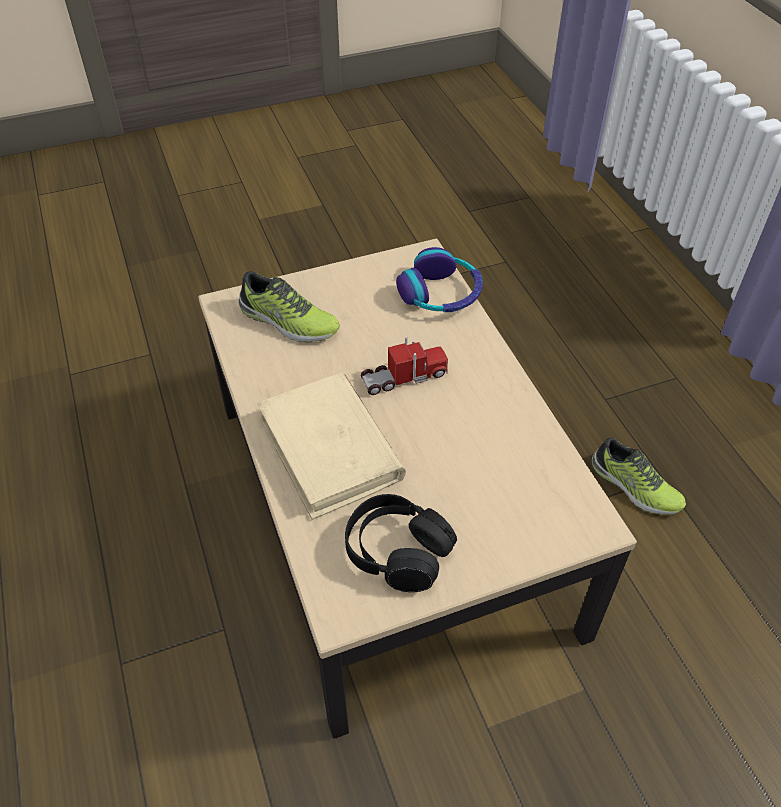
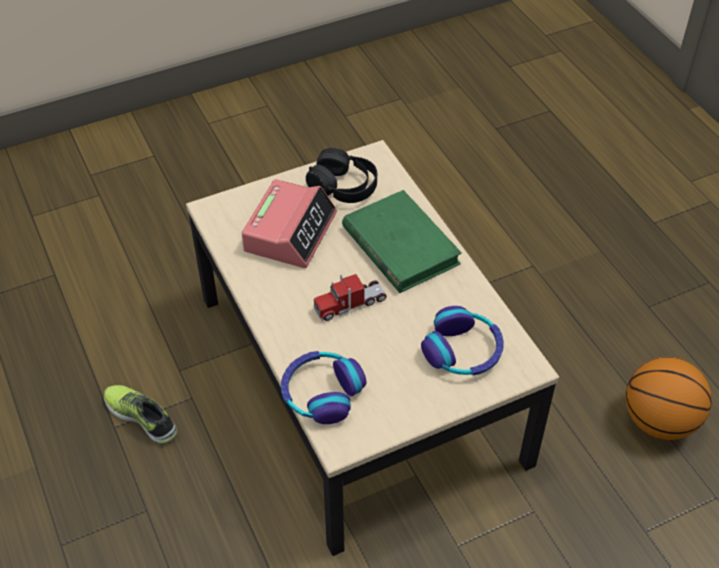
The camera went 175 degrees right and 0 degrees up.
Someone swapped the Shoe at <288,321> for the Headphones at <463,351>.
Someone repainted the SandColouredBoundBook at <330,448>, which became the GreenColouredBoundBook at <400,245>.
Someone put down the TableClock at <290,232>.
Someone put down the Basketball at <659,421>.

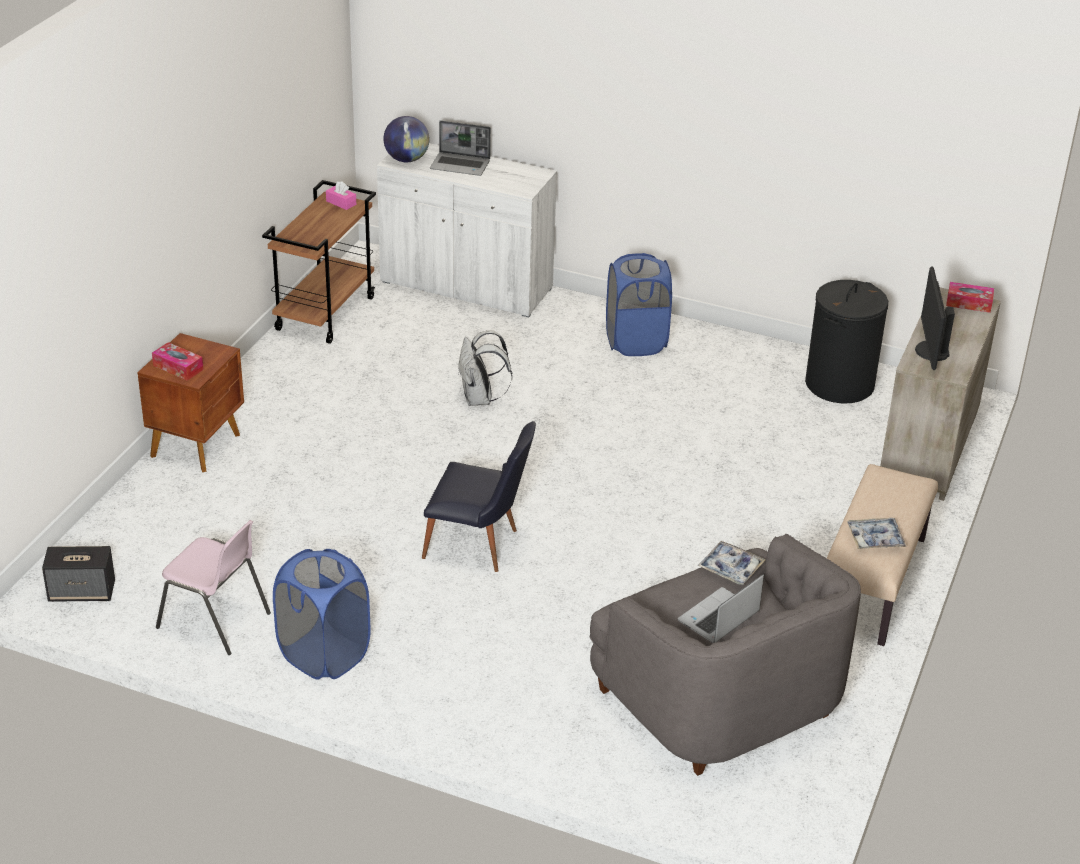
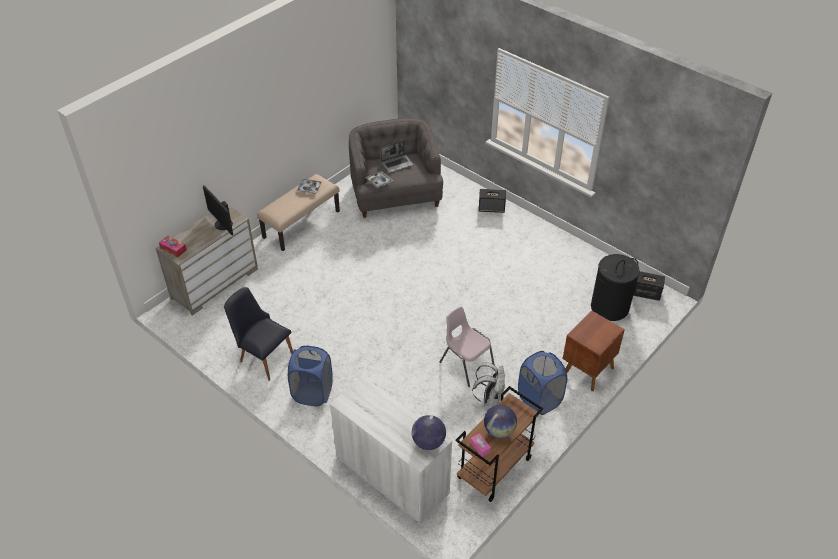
The camera went 160 degrees left and 10 degrees up.
Someone took away the Laptop at <461,165>.
Someone rotated the ComputerDisplay at <930,351> by 120 degrees clockwise.
Someone carried the BlackishWashingBasket from <839,384> to <609,307>.
Someone carried the WhiteColouredRucksack from <480,399> to <490,398>.
Someone took away the BoxOfTissues at <178,367>.
Someone carried the BlackishPlainChair from <479,546> to <263,356>.
Someone carried the PinkColouredPlainChair from <215,621> to <466,364>.
Someone carried the BlueWashingBasket from <324,655> to <539,399>.
Someone put down the Speaker at <491,208>.
Someone put down the WorldGlobe at <499,430>.

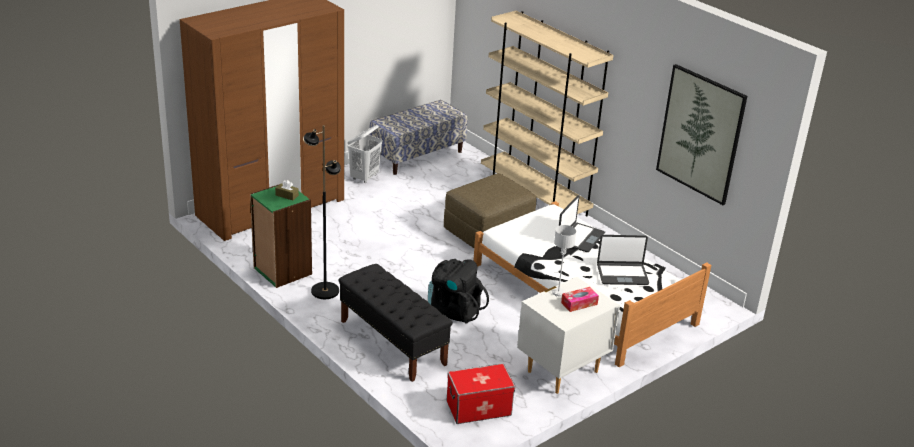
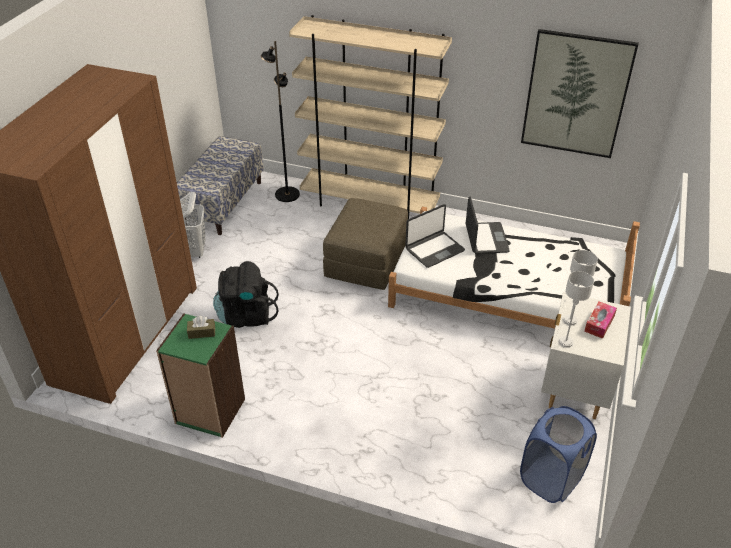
The camera went 30 degrees left and 10 degrees up.
Someone carried the BlackishFloorLamp from <324,291> to <286,195>.
Someone carried the Laptop from <622,274> to <434,249>.
Someone carried the BlackishRucksack from <454,310> to <246,316>.
Someone took away the BlackishLongSeat at <392,342>.
Someone swapped the StorageContainer at <478,408> for the BlueWashingBasket at <551,479>.
Someone put down the GrayLampForATable at <565,342>.

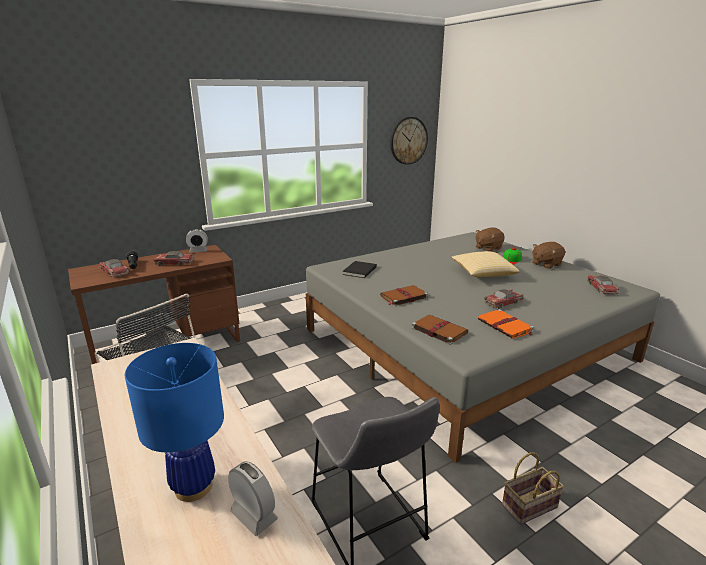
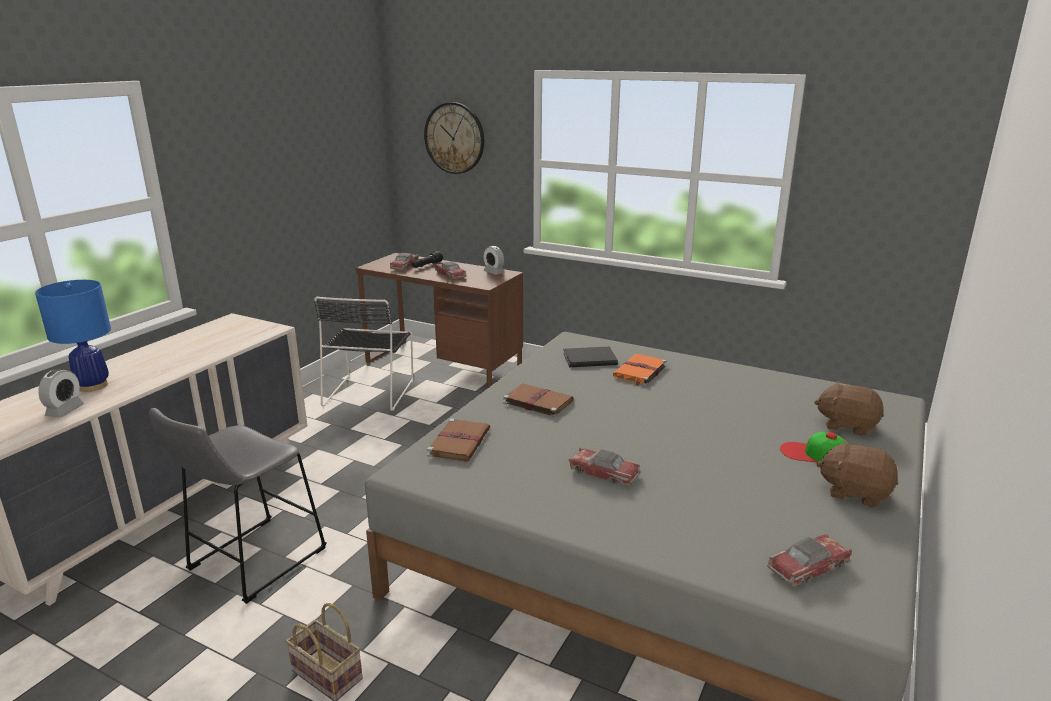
The camera went 60 degrees right and 0 degrees up.
Someone carried the HangingClock from <408,140> to <454,138>.
Someone took away the ThrowPillow at <482,274>.
Someone carried the OrangeyBoundBook from <505,326> to <639,372>.

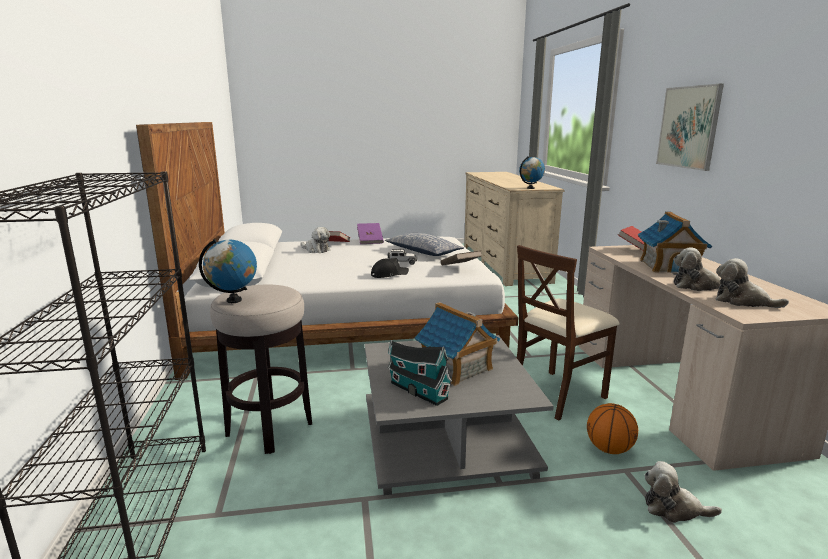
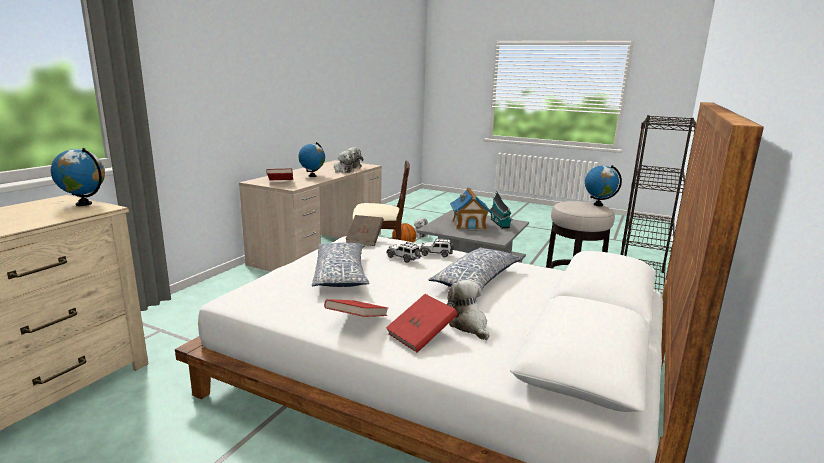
The camera went 145 degrees left and 0 degrees up.
Someone took away the Picture at <688,127>.
Someone swapped the ModelHouse at <669,266> for the WorldGlobe at <312,176>.
Someone repainted the PurpleColouredBoundBook at <370,241>, which became the RedColouredBoundBook at <357,321>.
Someone swapped the BlackishPeakedCap at <389,274> for the MiniatureCar at <436,254>.
Someone put down the ThrowPillow at <478,280>.

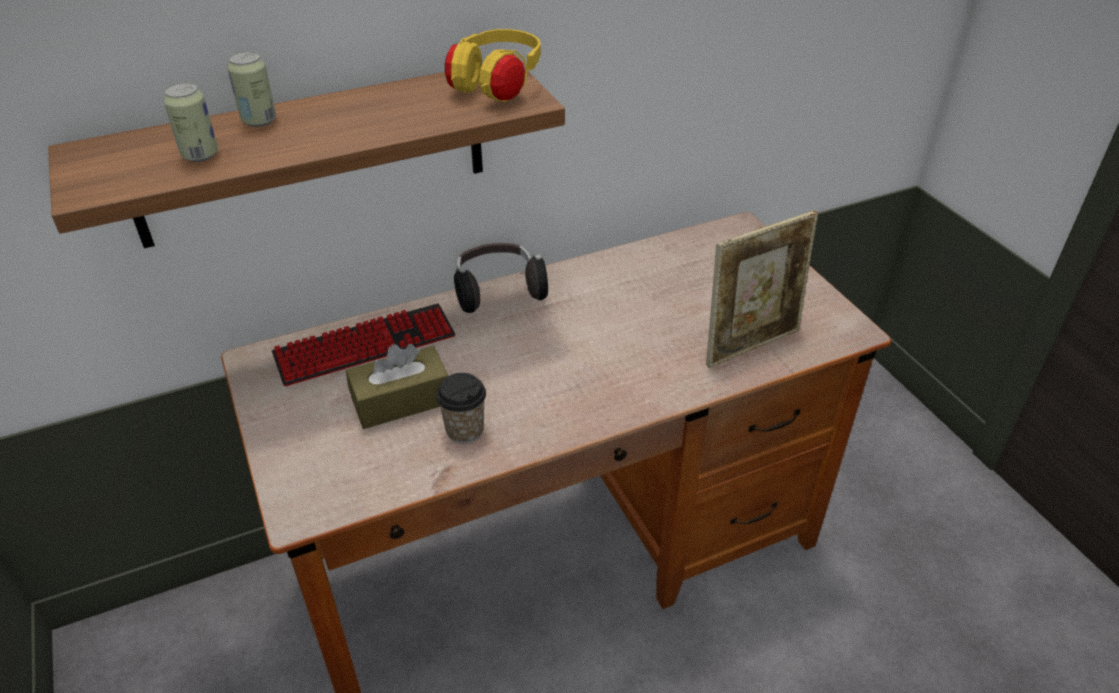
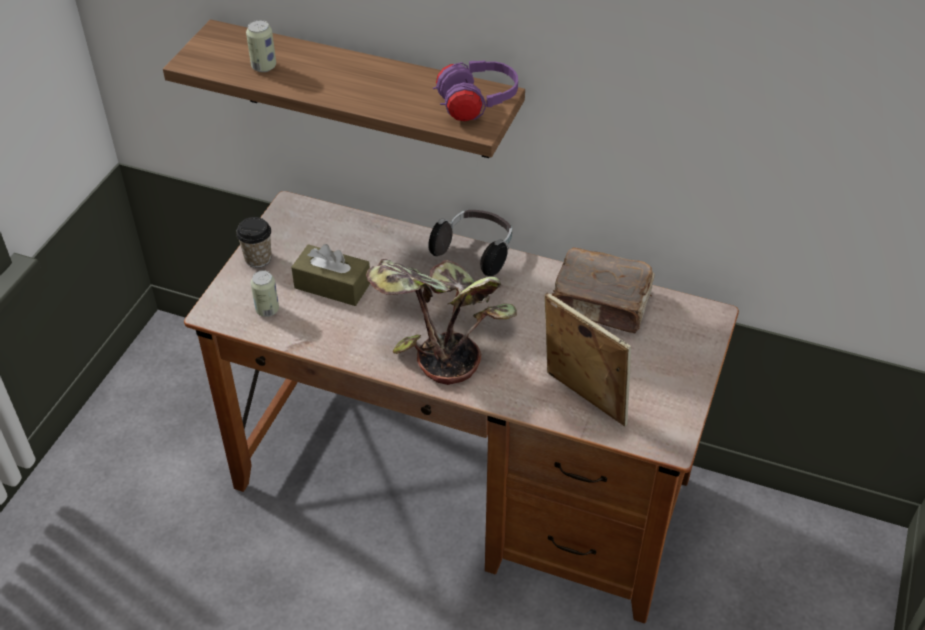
The camera went 45 degrees right and 5 degrees up.
Someone repainted the YellowishHeadphones at <496,87>, which became the PurpleColouredHeadphones at <476,106>.
Someone carried the SealedCan from <259,121> to <267,310>.
Someone rotated the StandingFrame at <751,345> by 150 degrees counterclockwise.
Someone took away the PcKeyboard at <365,346>.
Someone carried the DrinkingCup from <464,430> to <258,258>.
Someone put down the BrownBoundBook at <602,303>.
Someone put down the PlantInAPot at <437,333>.

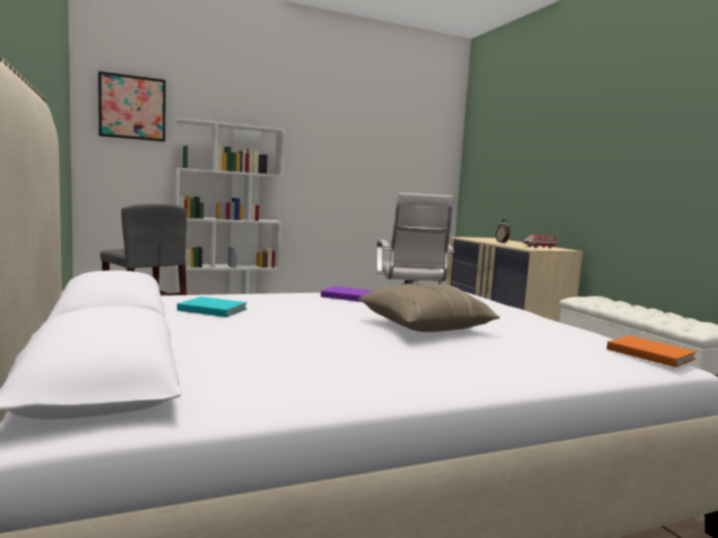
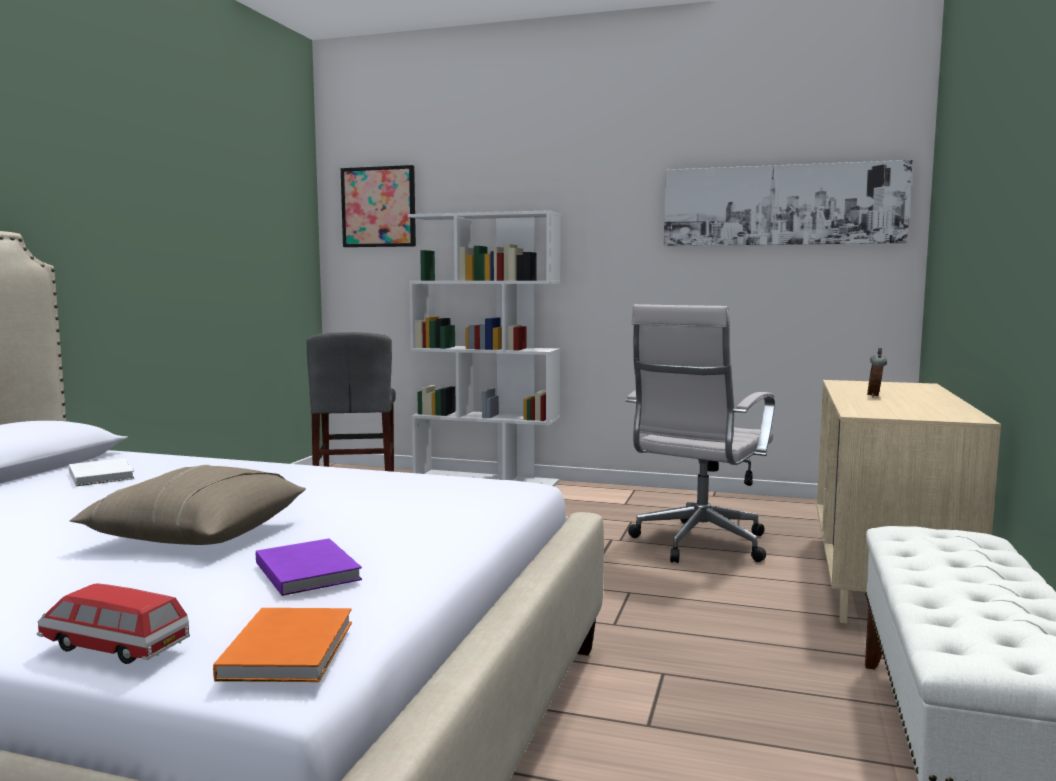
The camera went 40 degrees right and 0 degrees up.
Someone carried the MiniatureCar from <539,247> to <115,646>.
Someone carried the PurpleColouredBoundBook from <347,296> to <308,570>.
Someone repainted the BlueGreenBoundBook at <211,309>, which became the WhiteColouredBoundBook at <102,475>.
Someone put up the Picture at <782,205>.

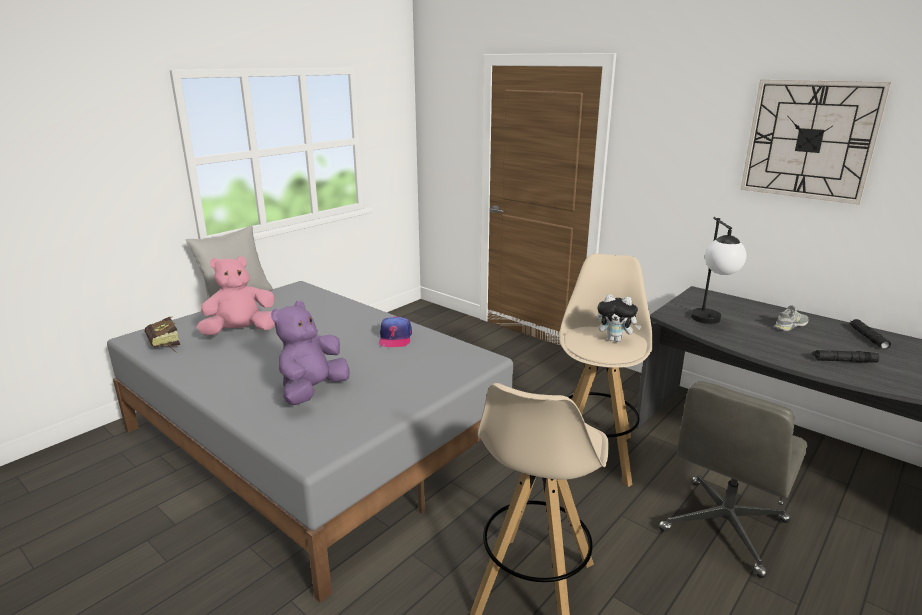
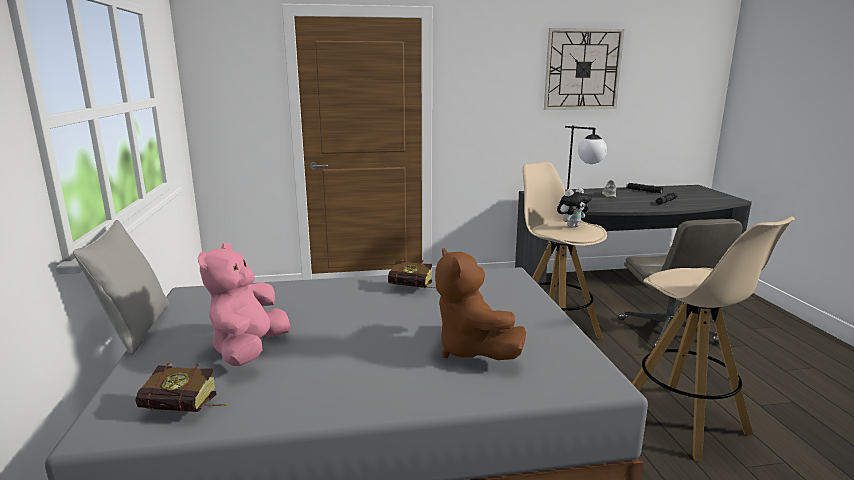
The camera went 50 degrees left and 5 degrees down.
Someone repainted the PurpleColouredCuddlyToy at <312,391>, which became the BrownCuddlyToy at <472,350>.
Someone swapped the PeakedCap at <395,338> for the BoundBook at <415,288>.

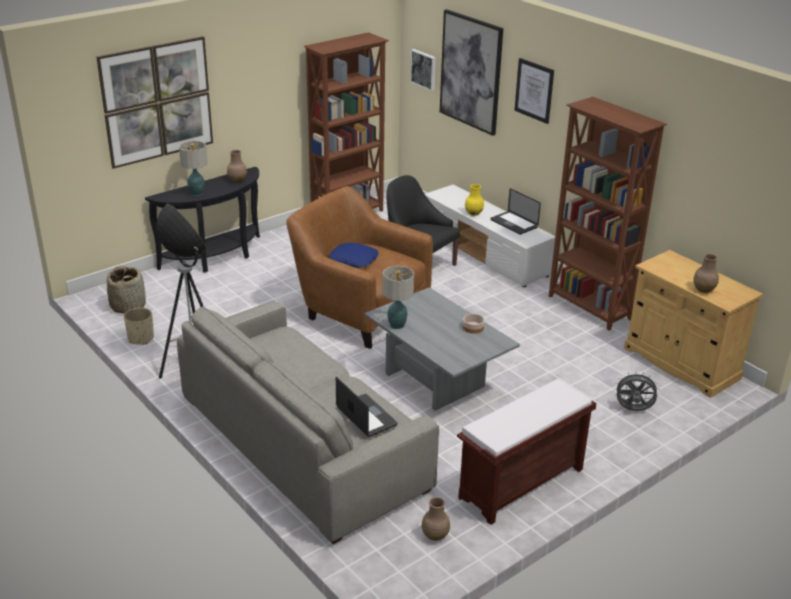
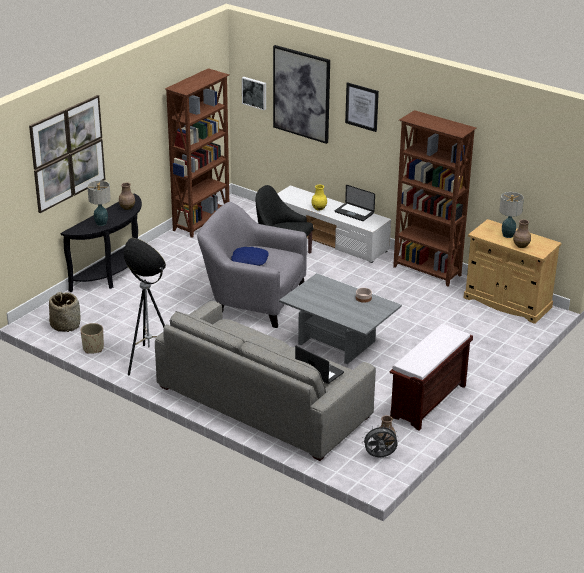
The camera went 15 degrees left and 0 degrees up.
Someone repainted the BrownLoungeChair at <359,309>, which became the GrayLoungeChair at <252,299>.
Someone carried the LampForATable from <397,325> to <508,235>.
Someone carried the GrayCoolingFan from <633,410> to <379,457>.

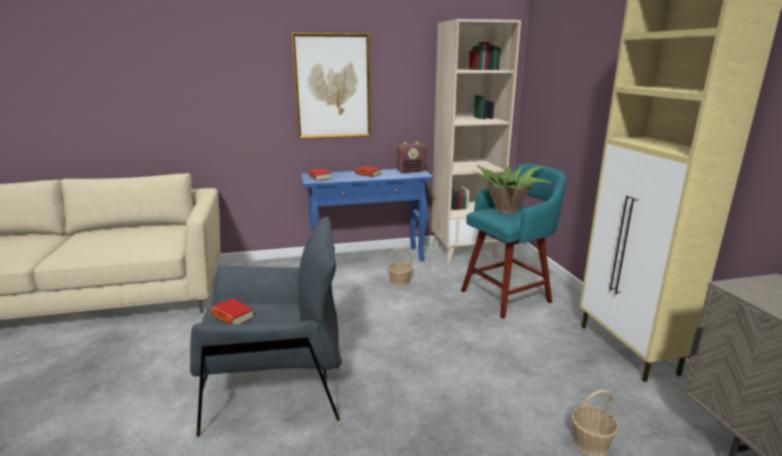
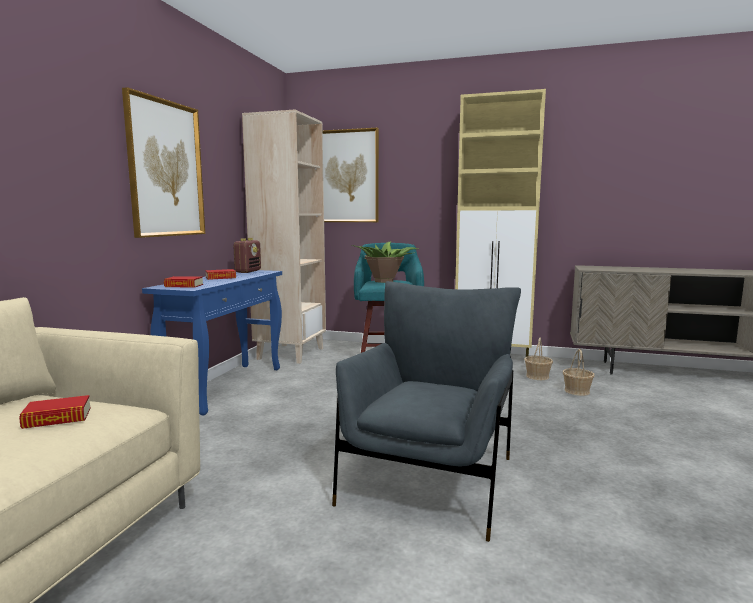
The camera went 60 degrees left and 10 degrees down.
Someone carried the StorageBasket from <400,282> to <537,376>.
Someone carried the BoundBook from <232,317> to <57,418>.
Someone put up the Picture at <346,176>.

